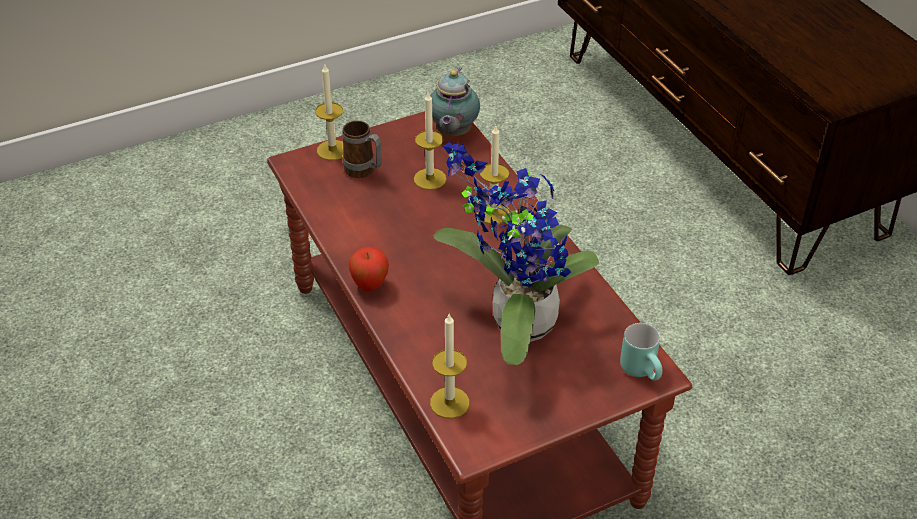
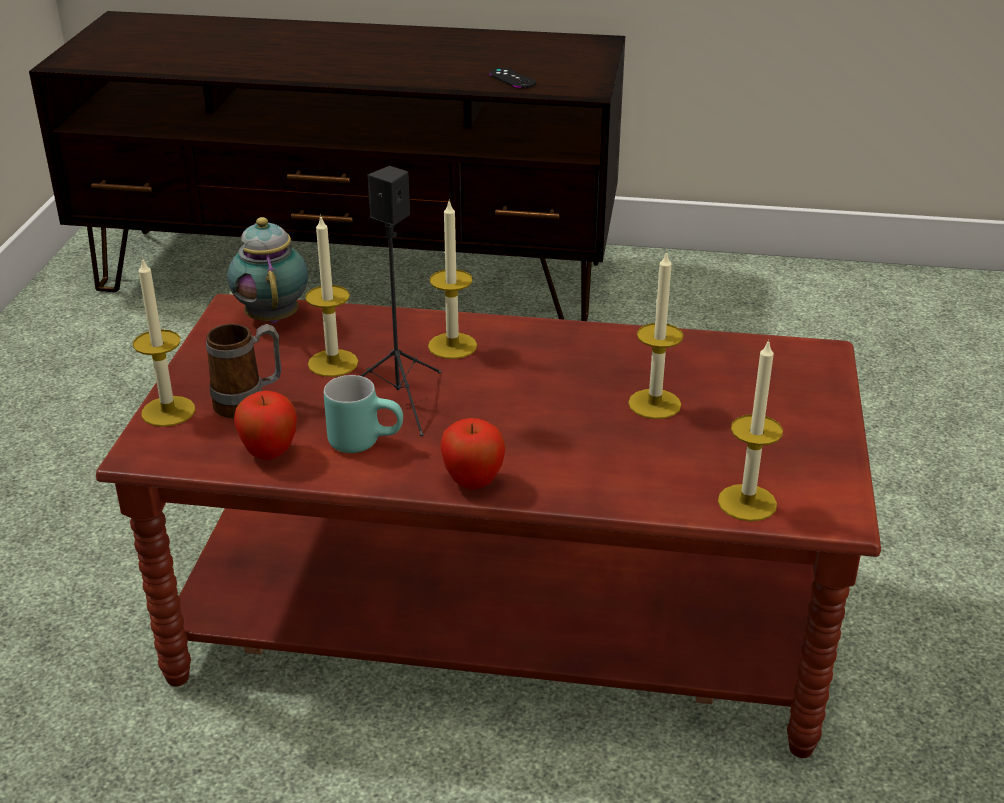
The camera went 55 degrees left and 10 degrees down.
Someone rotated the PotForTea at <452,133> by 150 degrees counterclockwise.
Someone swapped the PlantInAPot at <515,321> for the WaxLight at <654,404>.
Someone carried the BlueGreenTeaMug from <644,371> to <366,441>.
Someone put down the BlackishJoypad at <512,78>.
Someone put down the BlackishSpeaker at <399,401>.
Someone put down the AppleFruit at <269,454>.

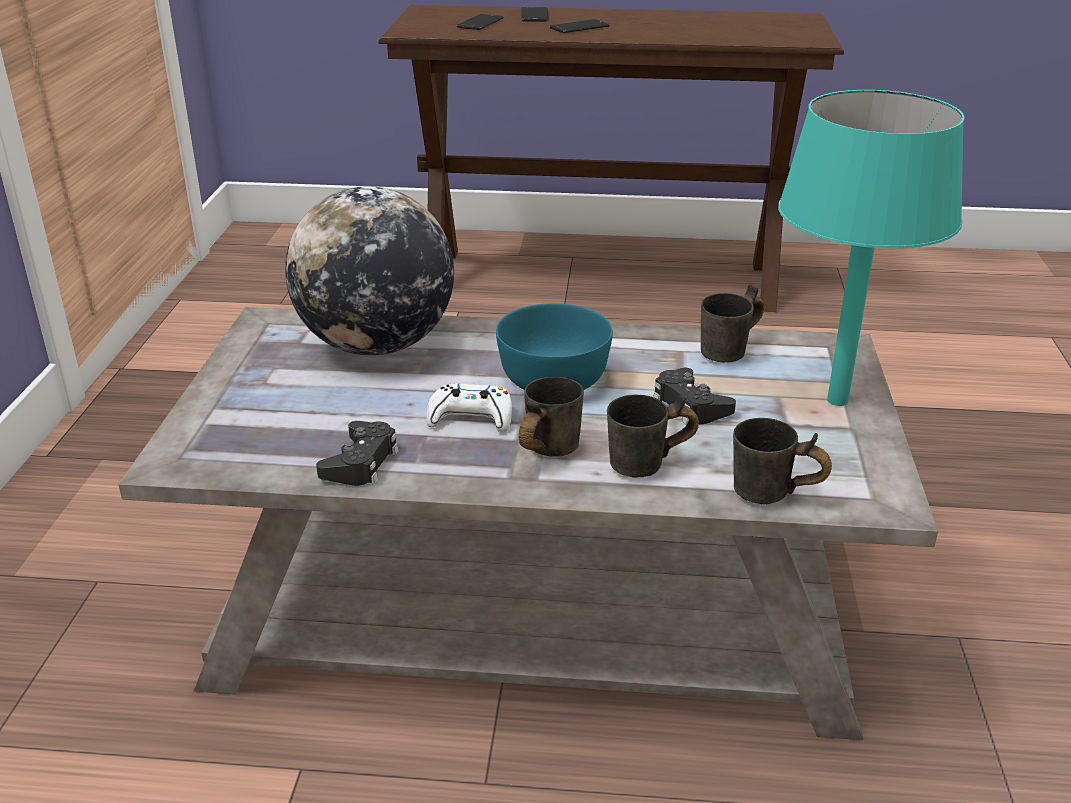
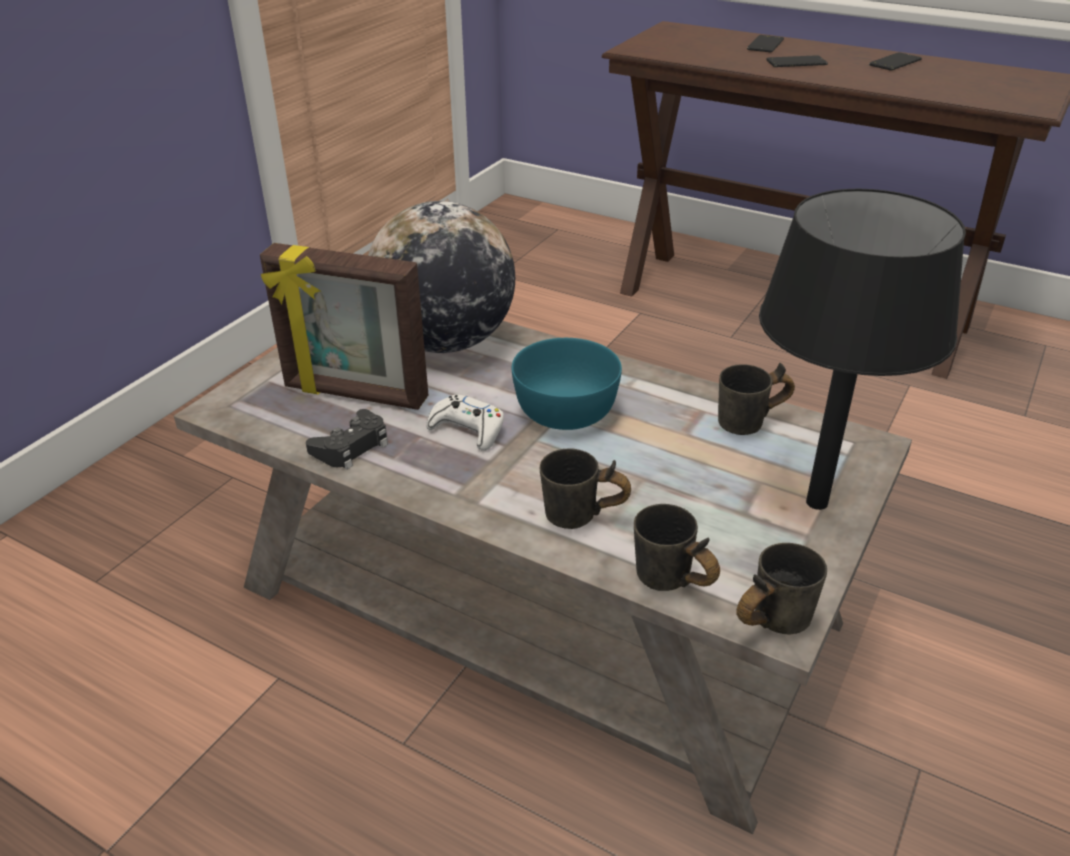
The camera went 25 degrees right and 5 degrees up.
Someone carried the Phone from <480,23> to <895,62>.
Someone repainted the BlueGreenLampForATable at <836,400>, which became the BlackishLampForATable at <816,502>.
Someone took away the BlackishJoypad at <690,405>.
Someone carried the GrayTeaMug from <542,451> to <767,619>.
Someone put down the StandingFrame at <355,394>.

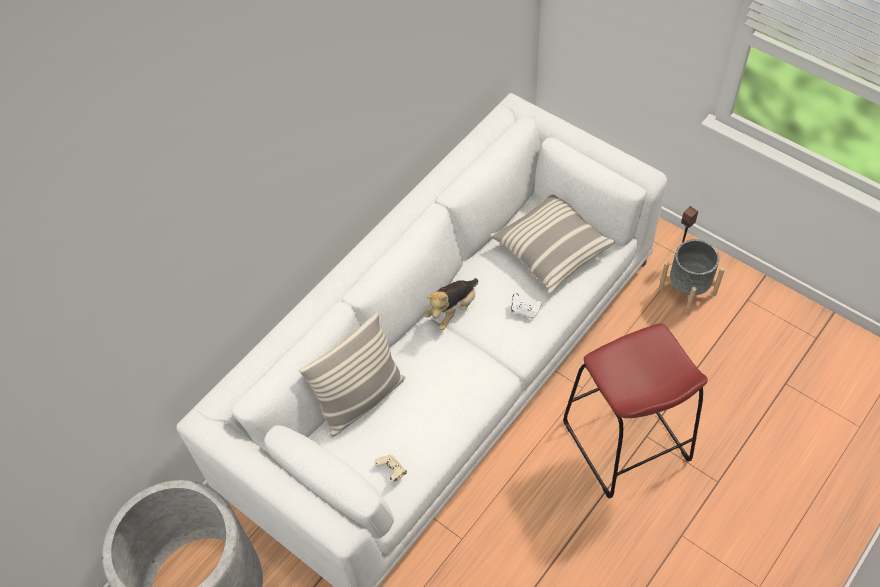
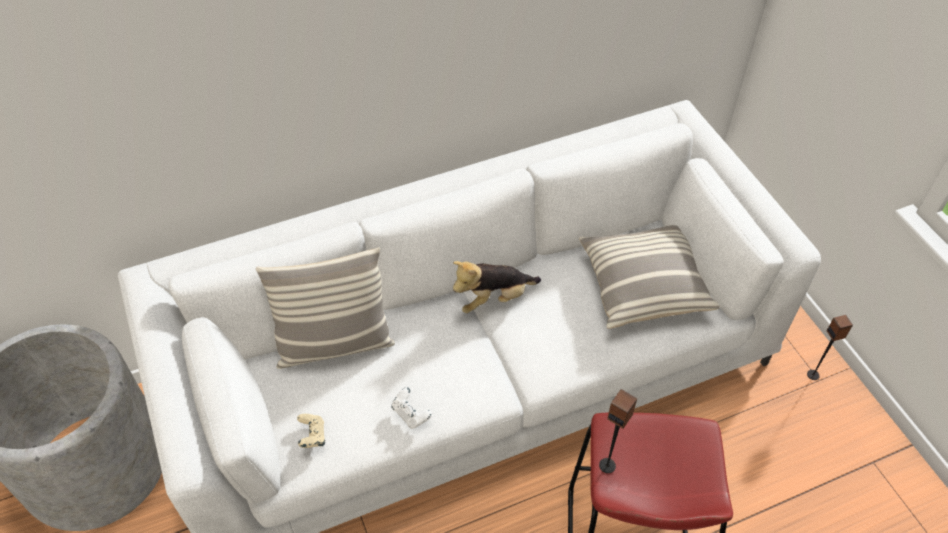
The camera went 25 degrees right and 5 degrees down.
Someone took away the GrayFlowerPot at <687,291>.
Someone carried the WhiteColouredJoypad from <525,310> to <411,414>.
Someone put down the Speaker at <607,465>.

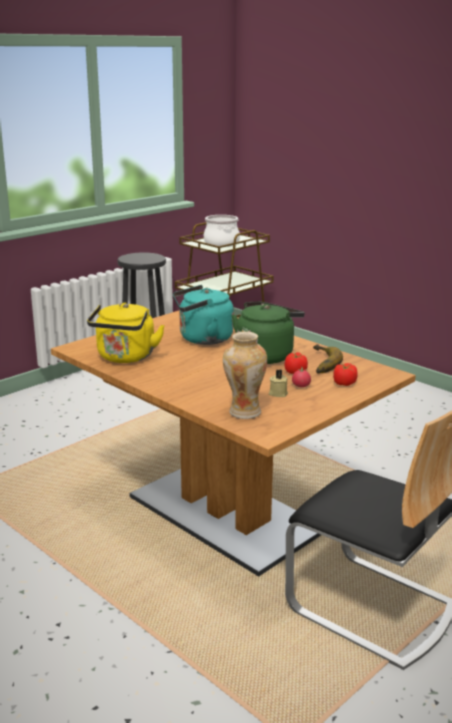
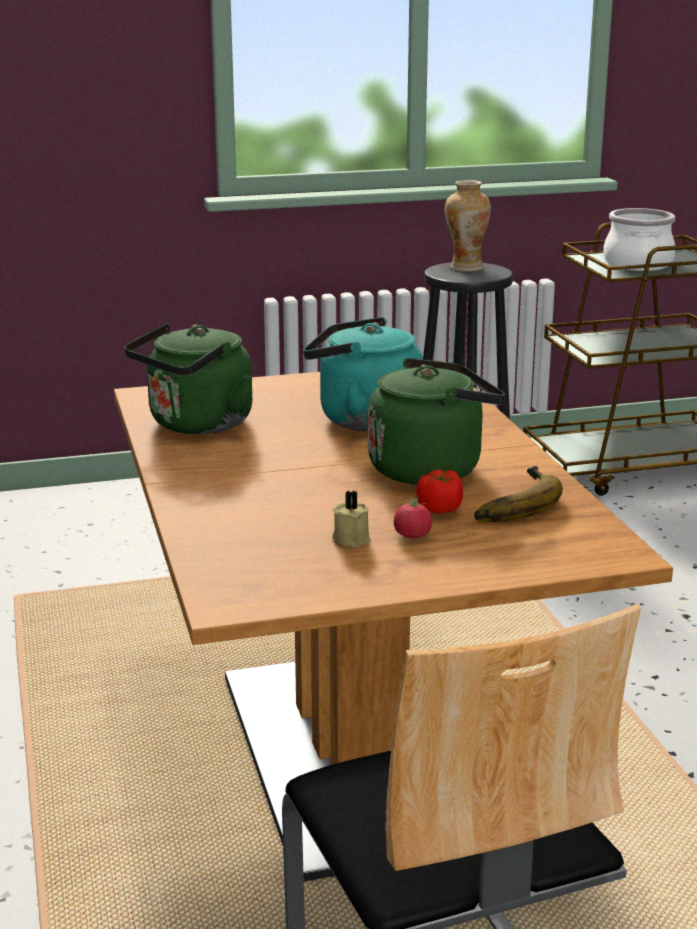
The camera went 30 degrees right and 0 degrees up.
Someone repainted the YellowishWaterKettle at <125,358>, which became the GreenColouredWaterKettle at <196,425>.
Someone carried the Vase from <244,412> to <465,268>.
Someone took away the WholeTomato at <344,383>.

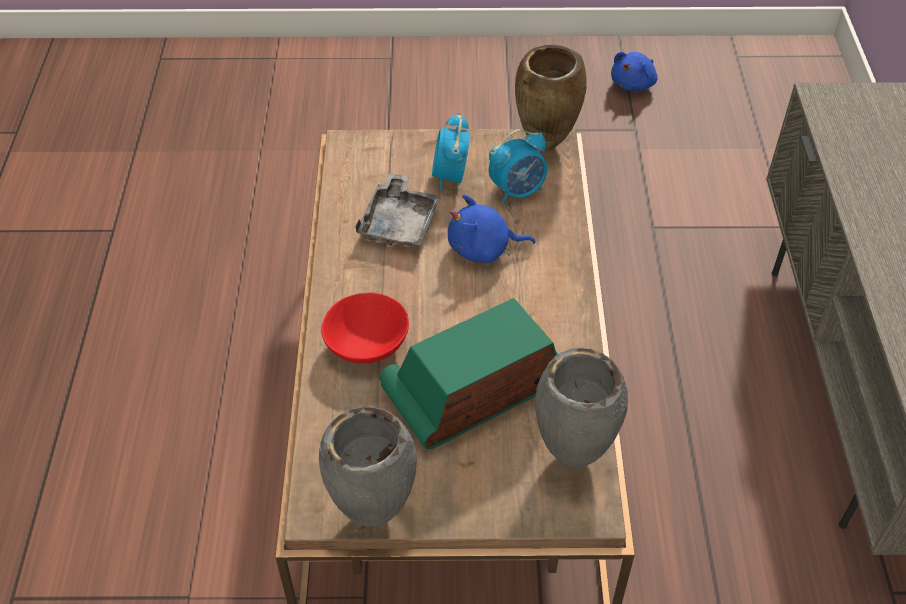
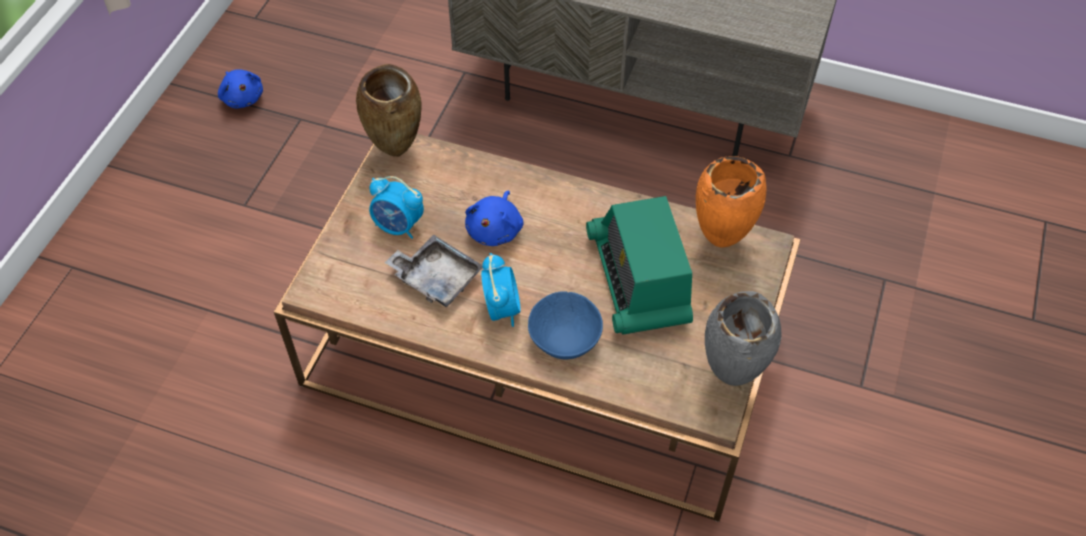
The camera went 70 degrees left and 5 degrees up.
Someone carried the TableClock from <517,191> to <502,308>.
Someone repainted the RedColouredBowl at <368,345>, which became the BlueBowl at <565,337>.
Someone repainted the GrayVase at <571,457>, which became the OrangeyVase at <720,242>.

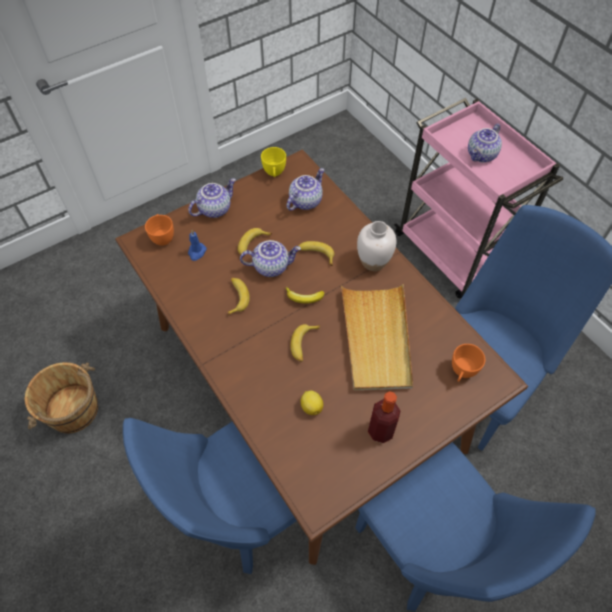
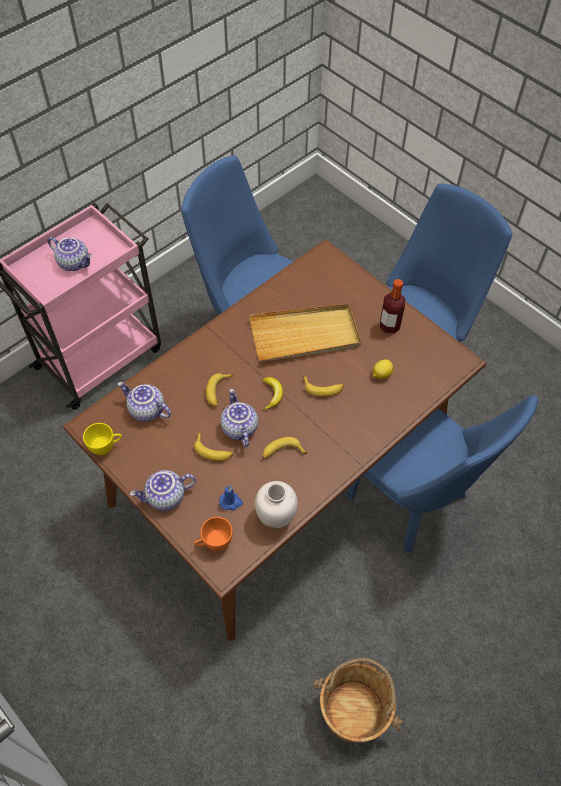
The camera went 100 degrees left and 0 degrees up.
Someone rotated the PotForTea at <214,208> by 60 degrees counterclockwise.
Someone carried the WhiteColouredVase from <373,262> to <275,518>.
Someone took away the OrangeyDrinkingCup at <462,372>.

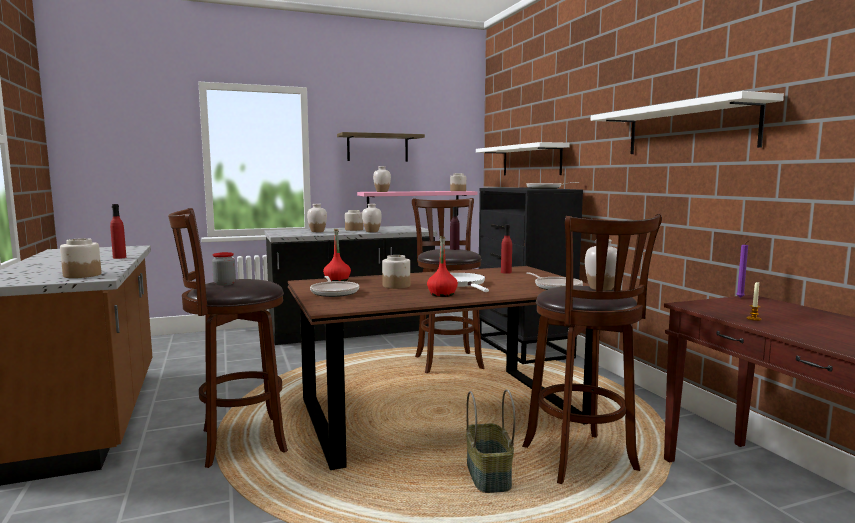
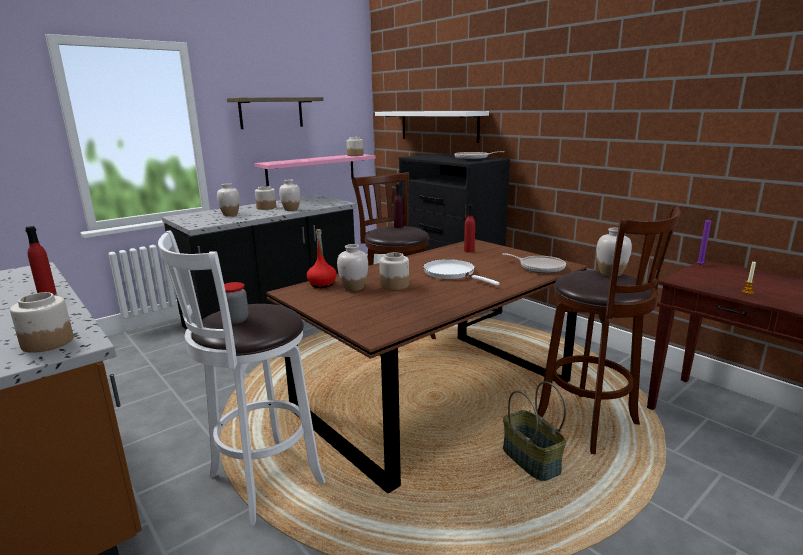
The camera went 20 degrees left and 10 degrees up.
Someone took away the WhiteColouredBracketShelf at <689,129>.
Someone carried the WhiteColouredVase from <382,191> to <353,288>.
Someone repainted the BrownStoolSeat at <237,442>, which became the WhiteColouredStoolSeat at <261,482>.
Someone took away the RedColouredBeverageBottle at <442,294>.
Someone took away the Skillet at <334,292>.

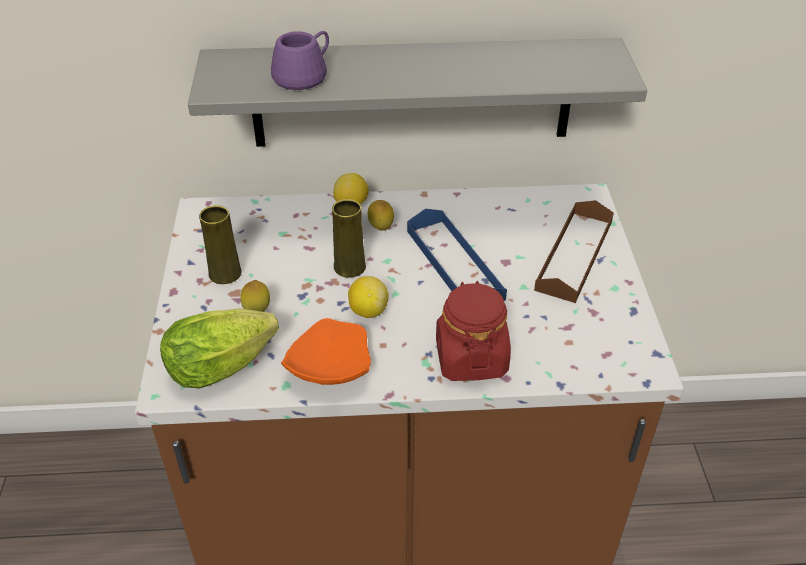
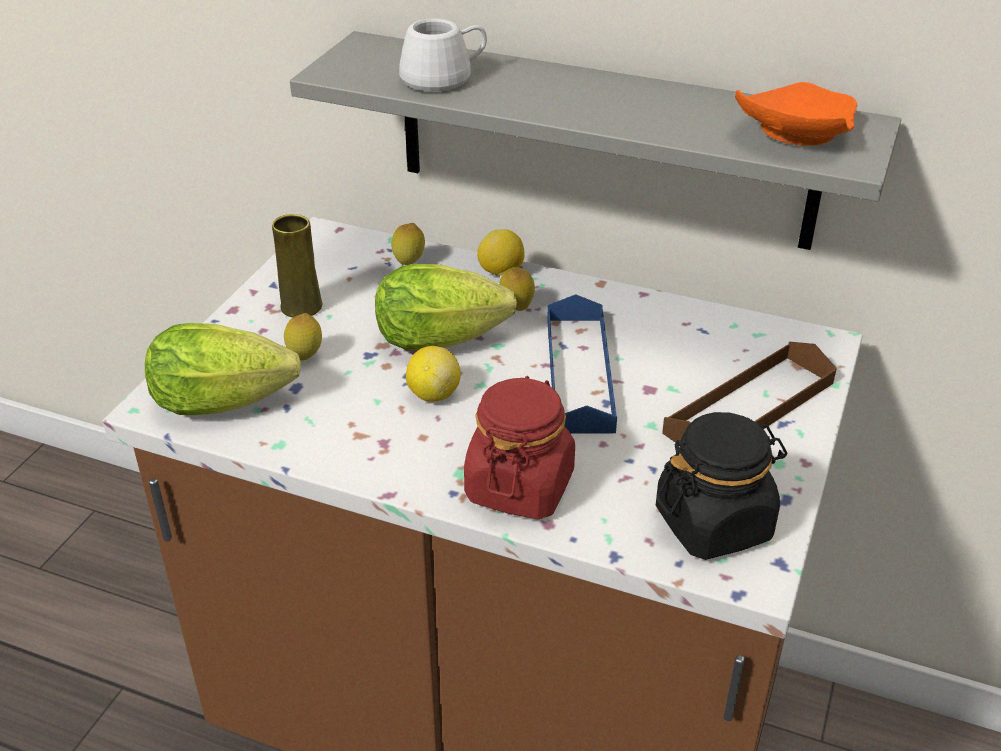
The camera went 25 degrees right and 5 degrees down.
Someone repainted the PurpleColouredTeaMug at <305,75>, which became the WhiteColouredTeaMug at <444,78>.
Someone swapped the YellowishVase at <349,267> for the LettuceHead at <447,340>.
Someone carried the OrangeyDinnerPlate from <328,368> to <793,134>.
Someone put down the WholeLemon at <409,264>.
Someone put down the BlackishStorageJar at <714,523>.

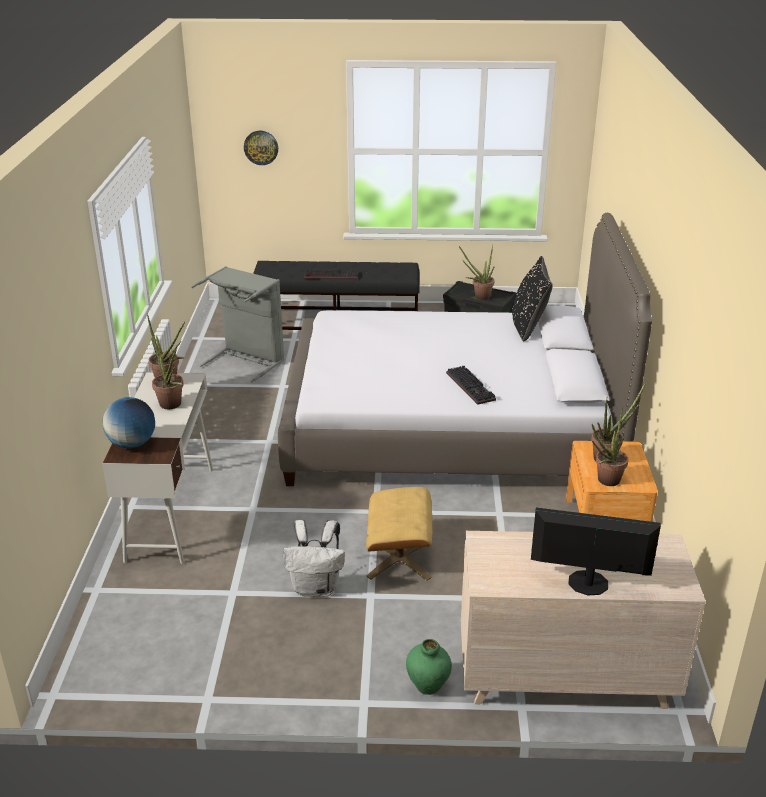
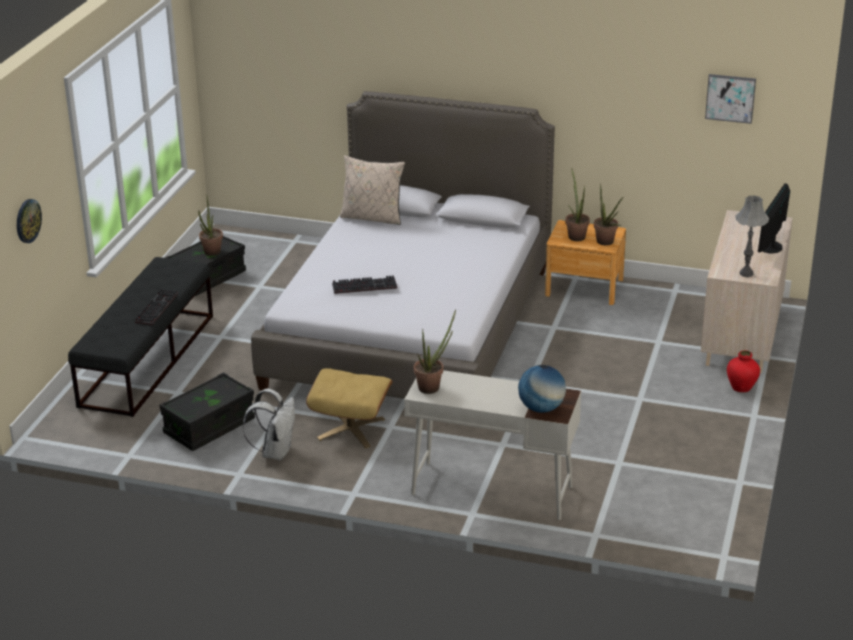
The camera went 75 degrees left and 0 degrees up.
Someone repainted the BlackishThrowPillow at <528,326>, which became the SandColouredThrowPillow at <372,217>.
Someone swapped the GrayWashingBasket at <247,360> for the BlackishStorageContainer at <209,426>.
Someone took away the PlantInAPot at <172,406>.
Someone carried the PcKeyboard from <472,387> to <365,286>.
Someone carried the SandColouredFootrest from <399,559> to <351,428>.
Someone carried the WhiteColouredRucksack from <316,588> to <275,452>.
Someone repainted the GreenColouredVase at <428,685>, which became the RedColouredVase at <741,388>.
Someone put up the Picture at <730,98>.
Someone put down the GrayLampForATable at <746,273>.

